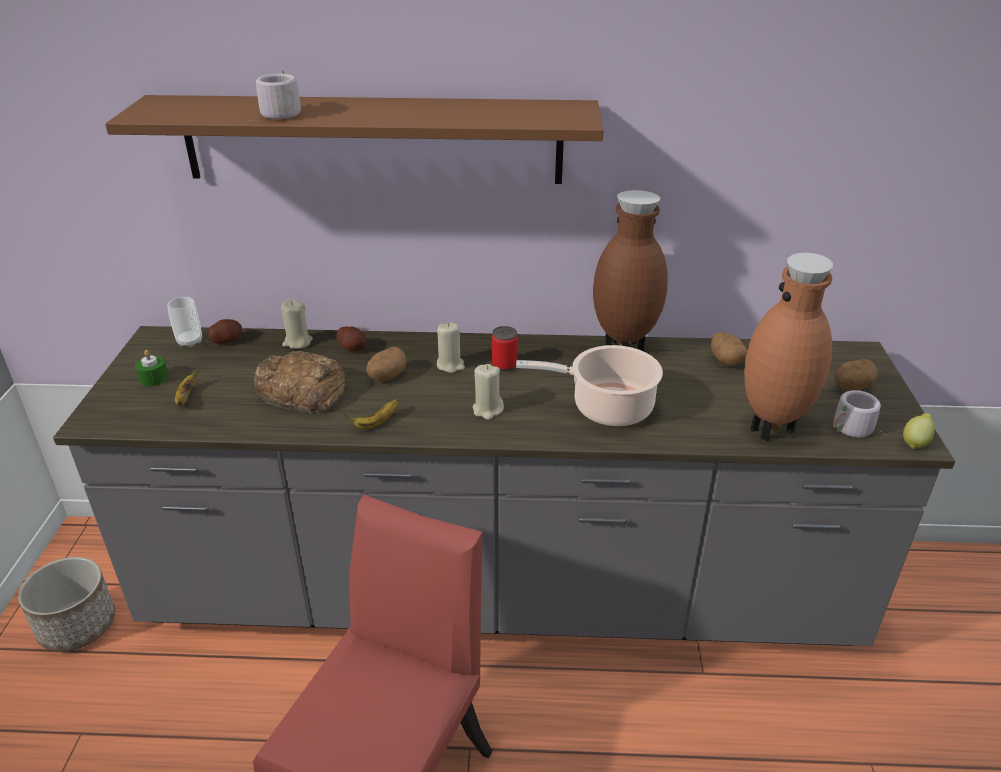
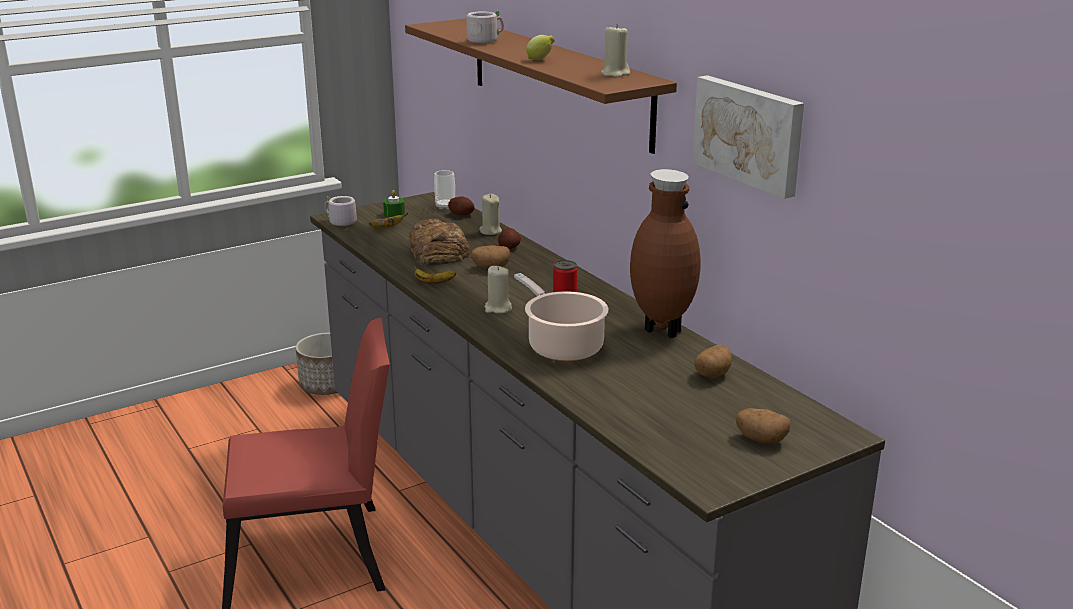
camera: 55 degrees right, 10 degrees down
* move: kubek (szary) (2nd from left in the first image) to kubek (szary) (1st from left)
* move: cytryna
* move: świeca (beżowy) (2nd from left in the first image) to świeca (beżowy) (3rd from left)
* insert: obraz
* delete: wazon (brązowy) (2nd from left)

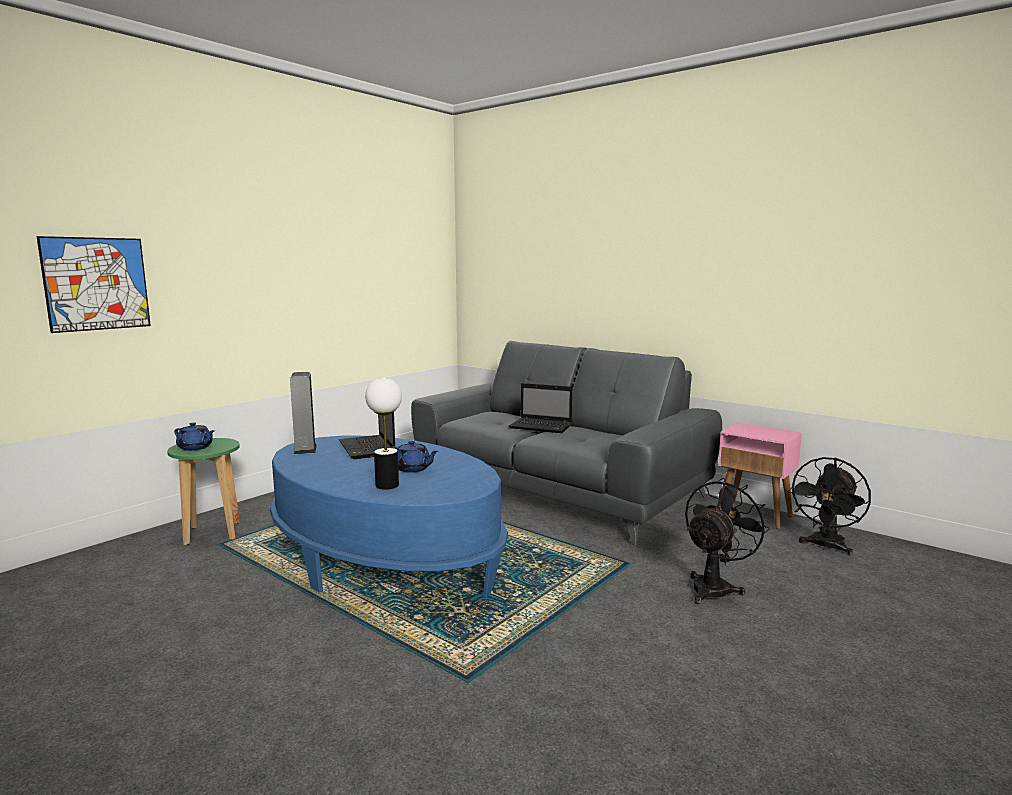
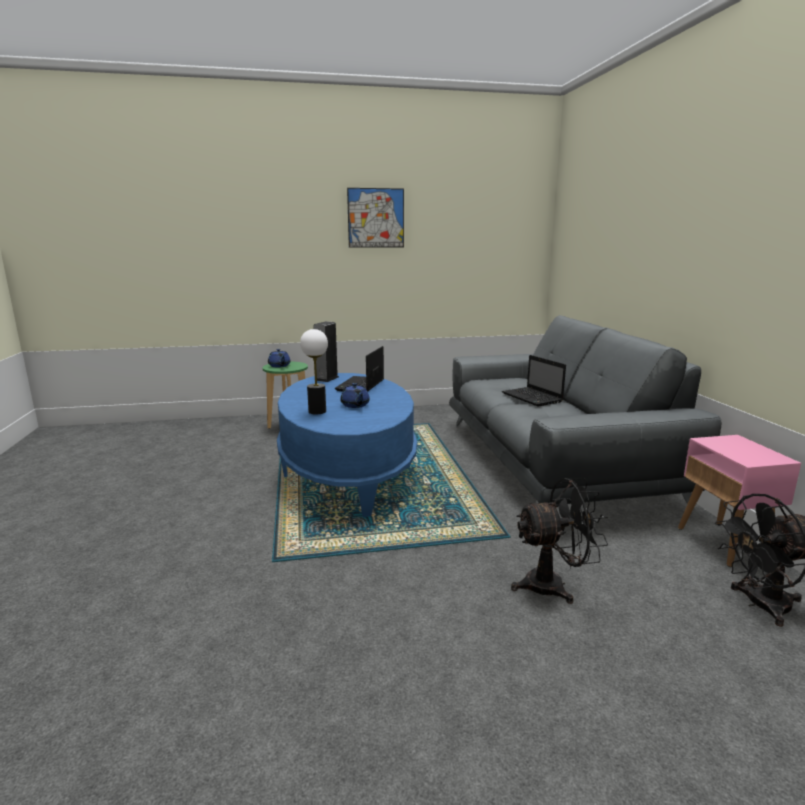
camera: 40 degrees right, 5 degrees up
* move: obraz

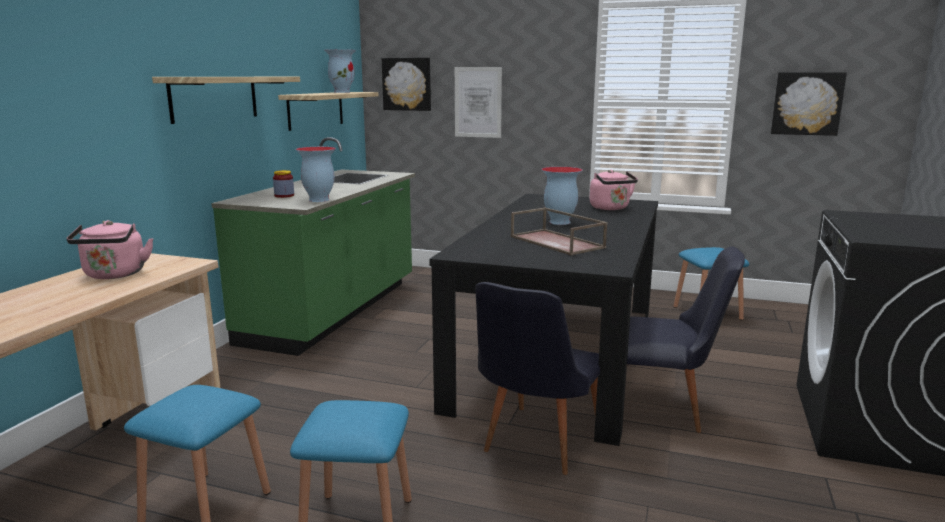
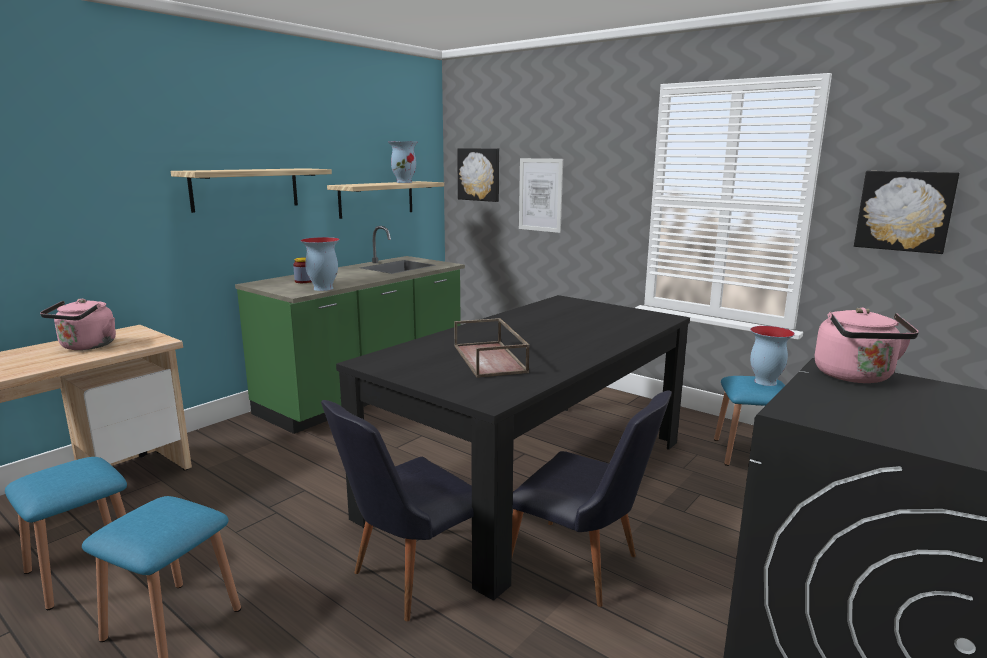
camera: 20 degrees right, 0 degrees up
* move: wazon (3rd from left)
* move: czajnik (różowy) (2nd from left)

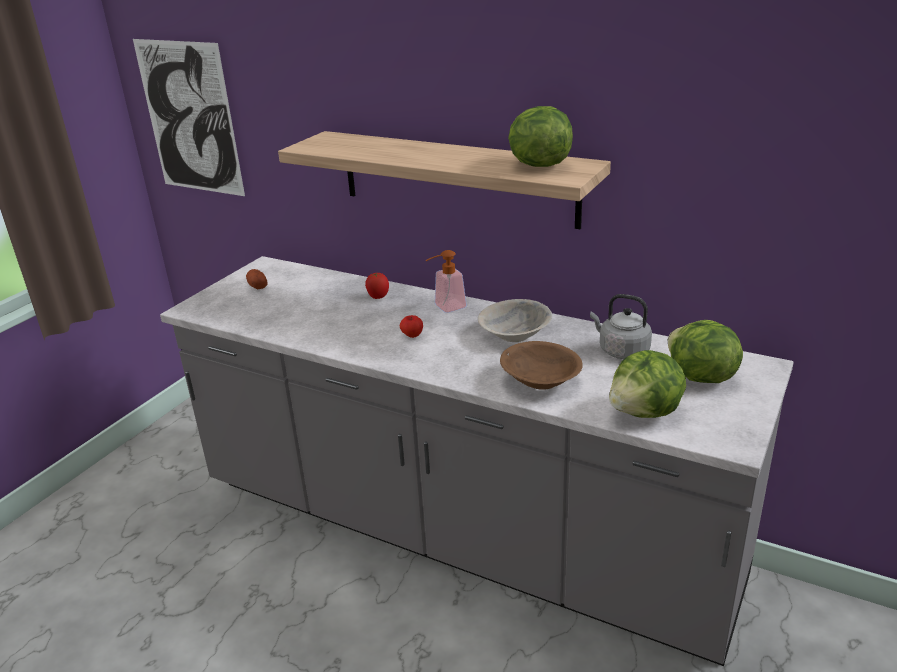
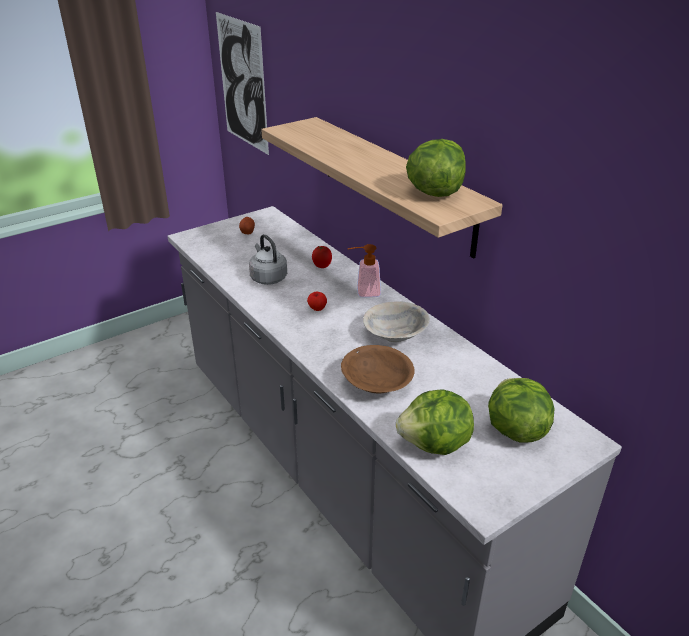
camera: 25 degrees right, 5 degrees up
* move: czajnik (szary)

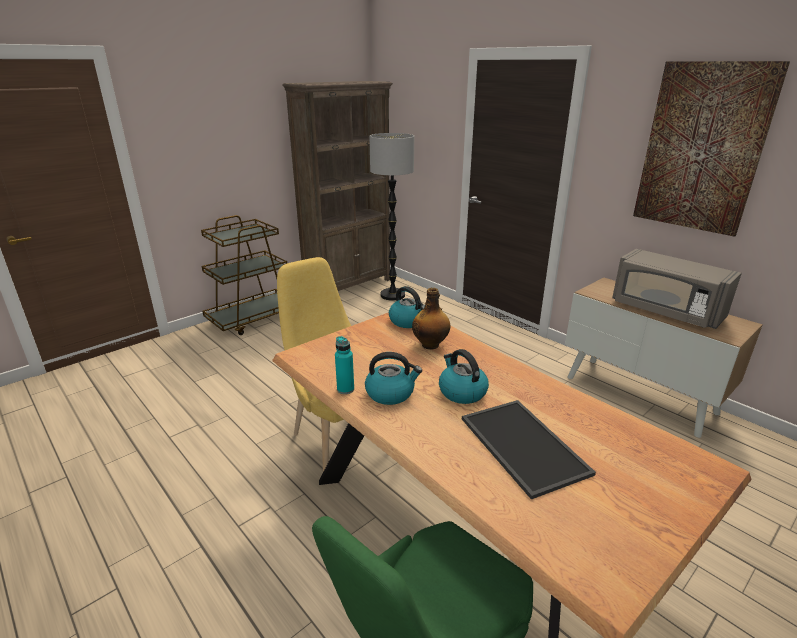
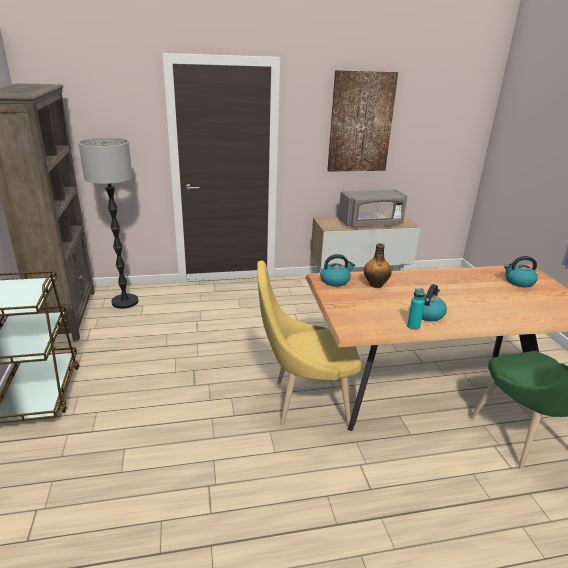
camera: 60 degrees left, 0 degrees up
* move: czajnik (3rd from left)
* delete: taca

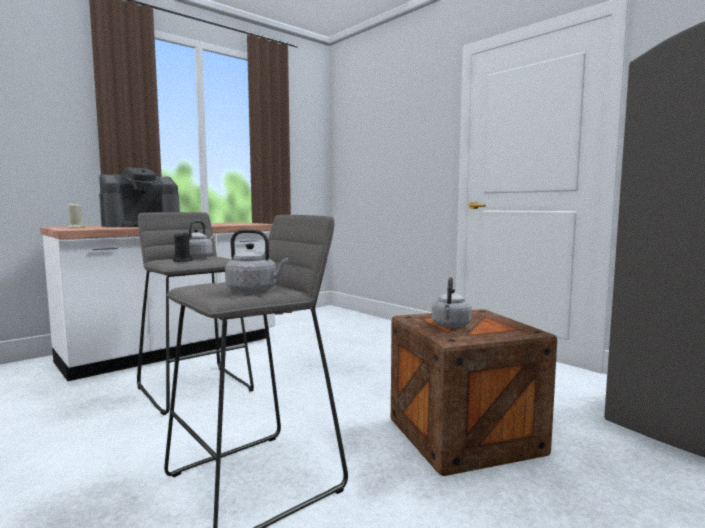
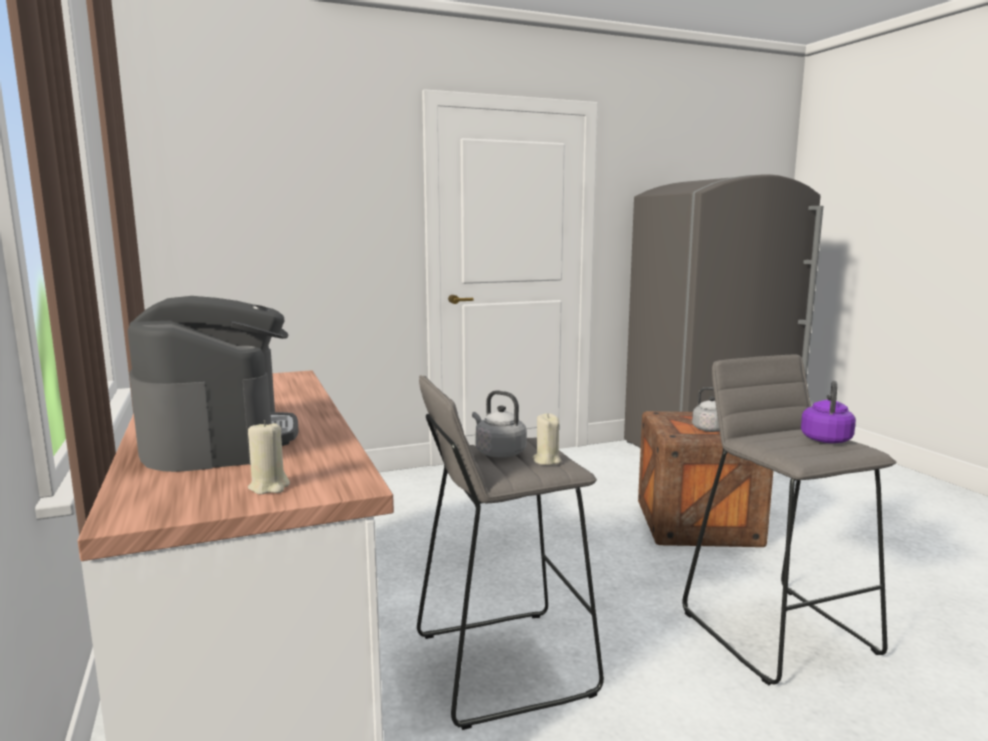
camera: 70 degrees left, 5 degrees up
* recolor: świeca (czarny) to świeca (beżowy) (2nd from left)
* recolor: czajnik (szary) (2nd from left) to czajnik (fioletowy)

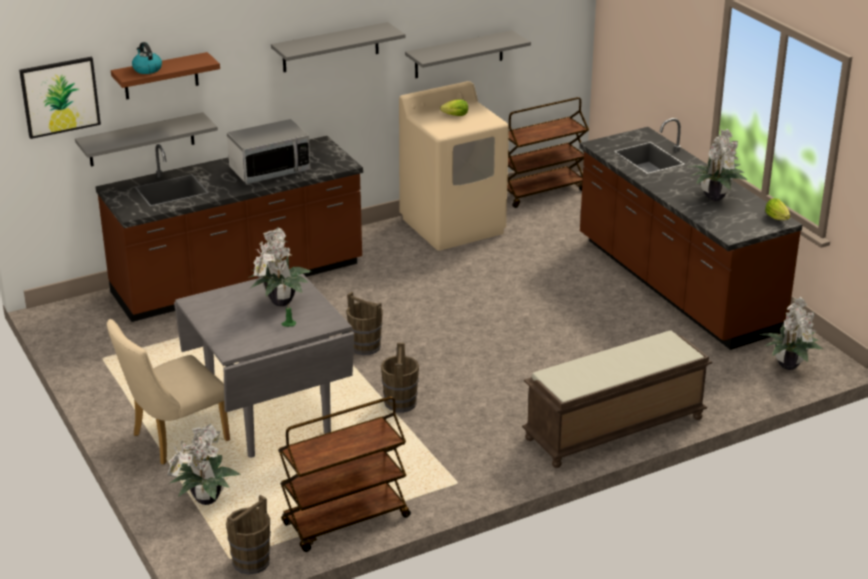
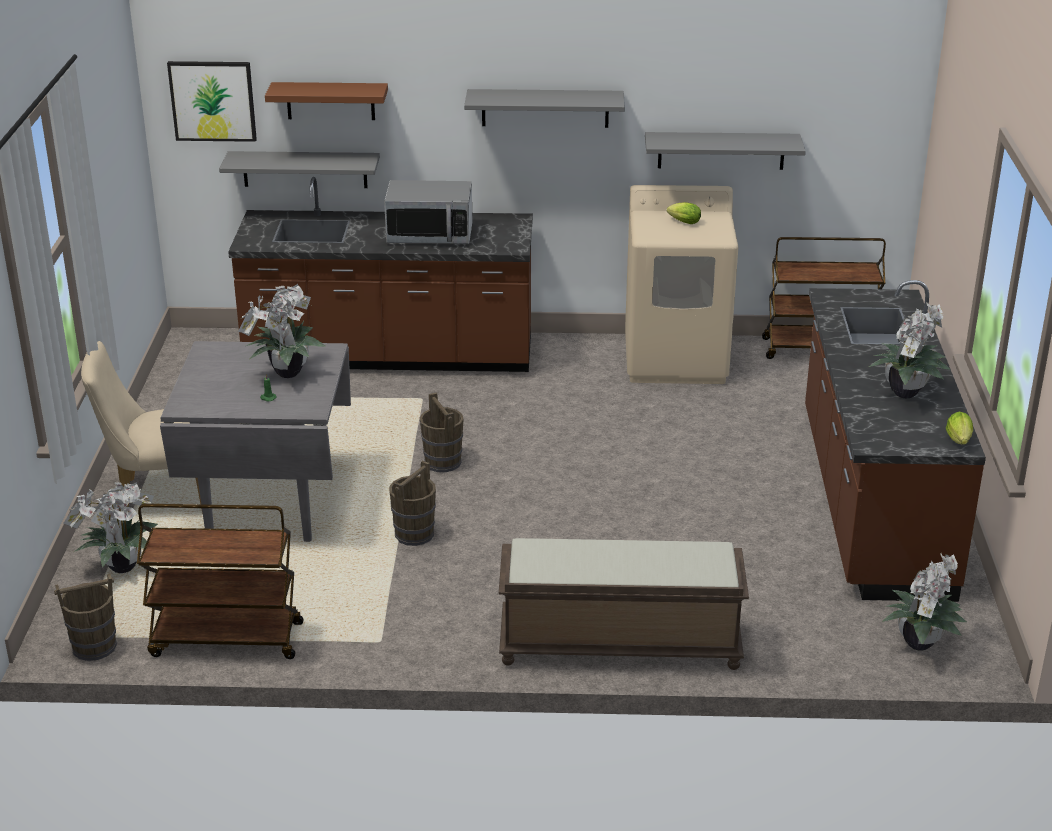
camera: 30 degrees right, 0 degrees up
* delete: czajnik

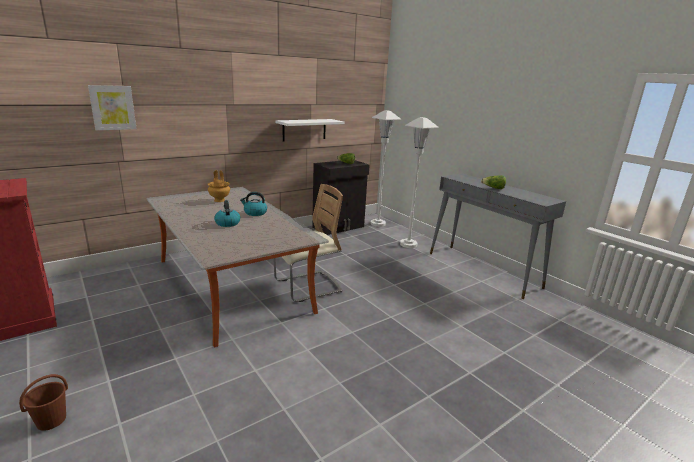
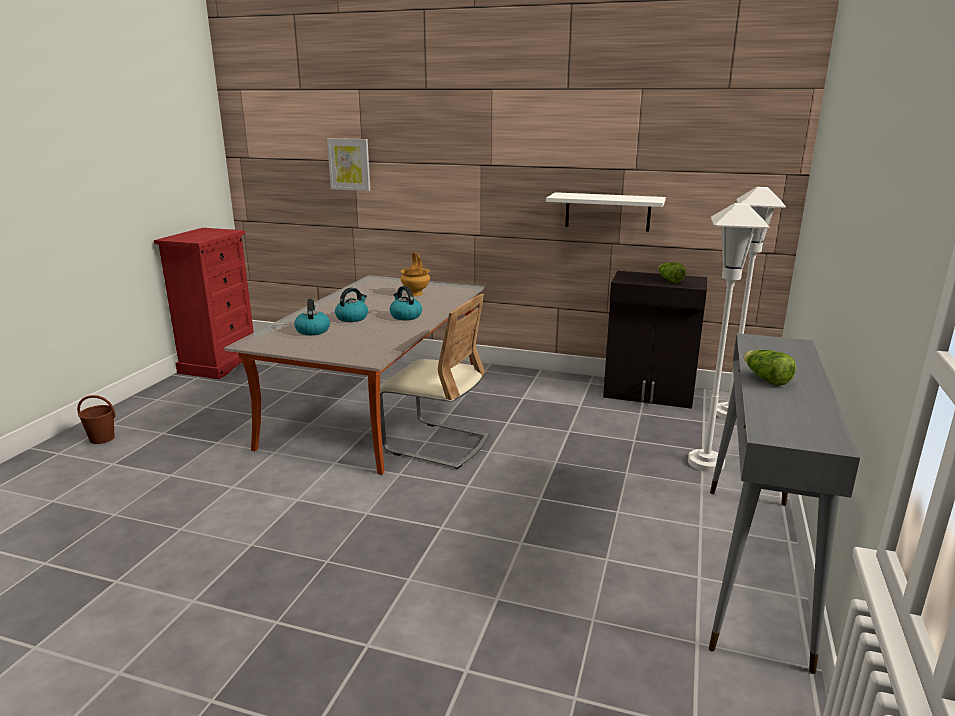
camera: 55 degrees right, 0 degrees up
* insert: czajnik (1st from left)

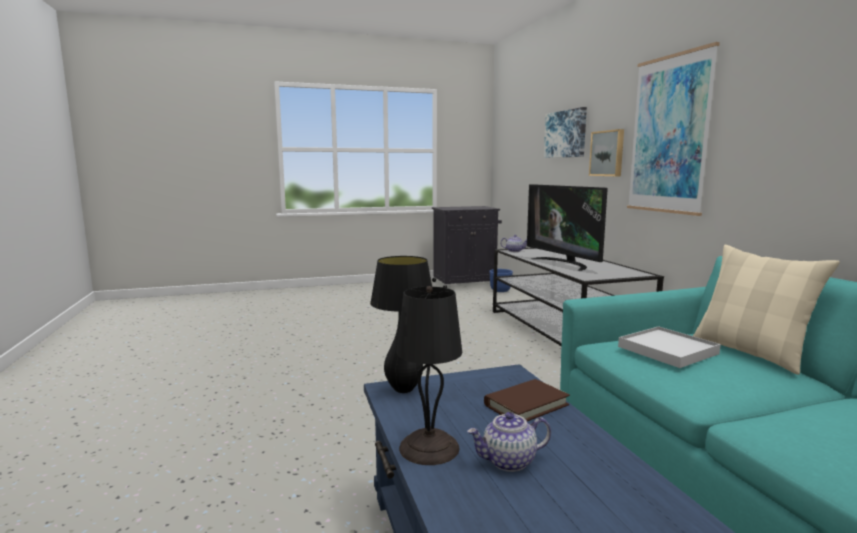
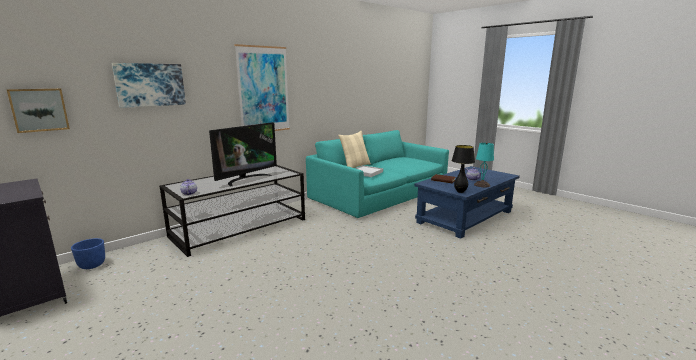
camera: 115 degrees left, 5 degrees up
* move: obraz (2nd from left in the first image) to obraz (1st from left)
* recolor: lampa stołowa (czarny) (2nd from left) to lampa stołowa (turkusowy)

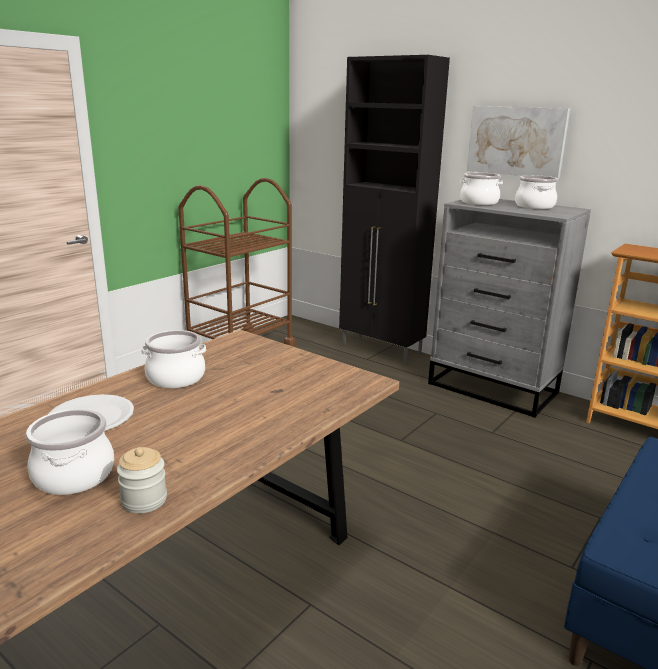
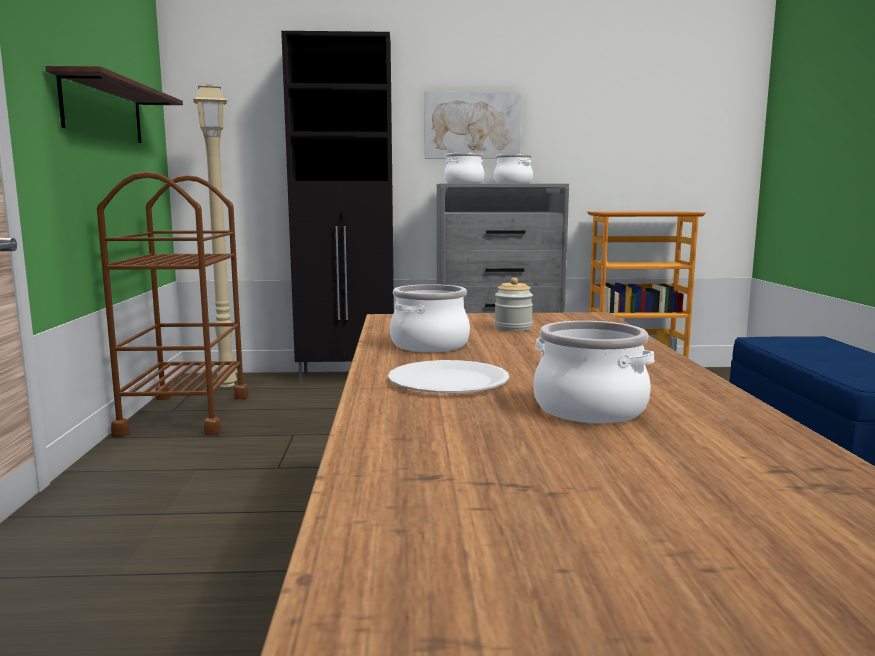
camera: 40 degrees left, 10 degrees down
* insert: półka
* insert: lampa stojąca (beżowy)
* move: słoik

